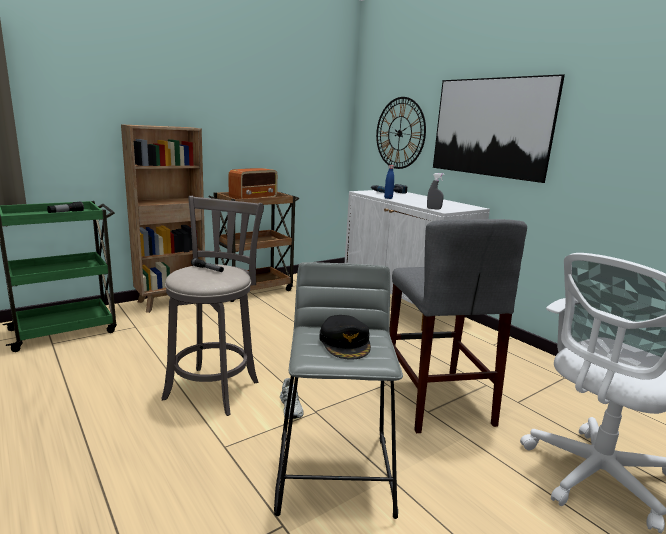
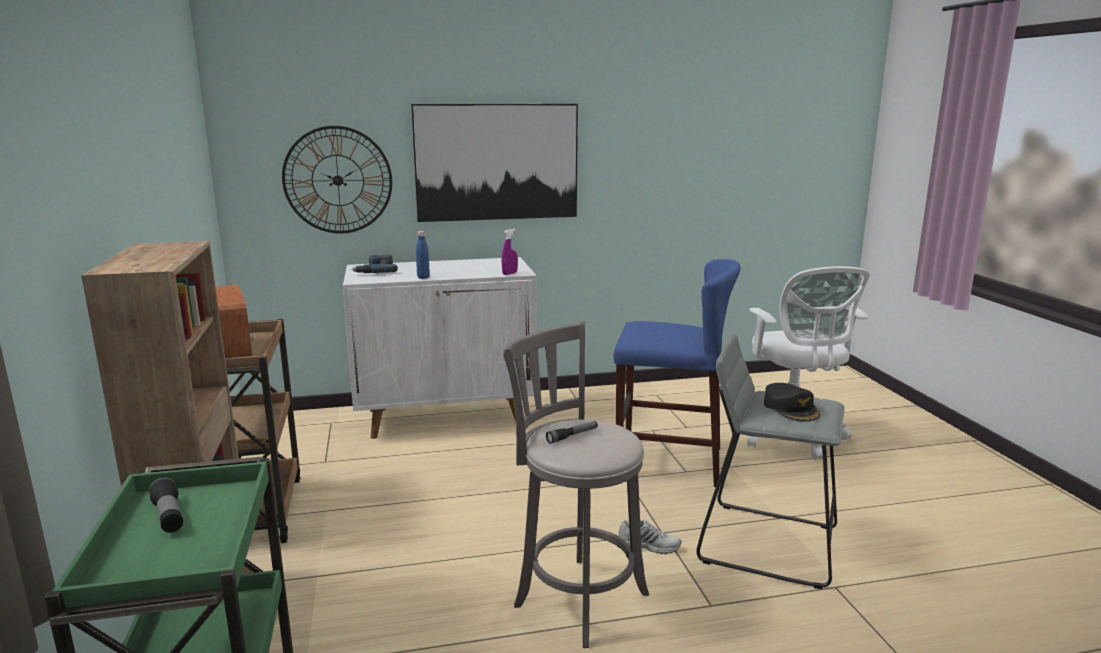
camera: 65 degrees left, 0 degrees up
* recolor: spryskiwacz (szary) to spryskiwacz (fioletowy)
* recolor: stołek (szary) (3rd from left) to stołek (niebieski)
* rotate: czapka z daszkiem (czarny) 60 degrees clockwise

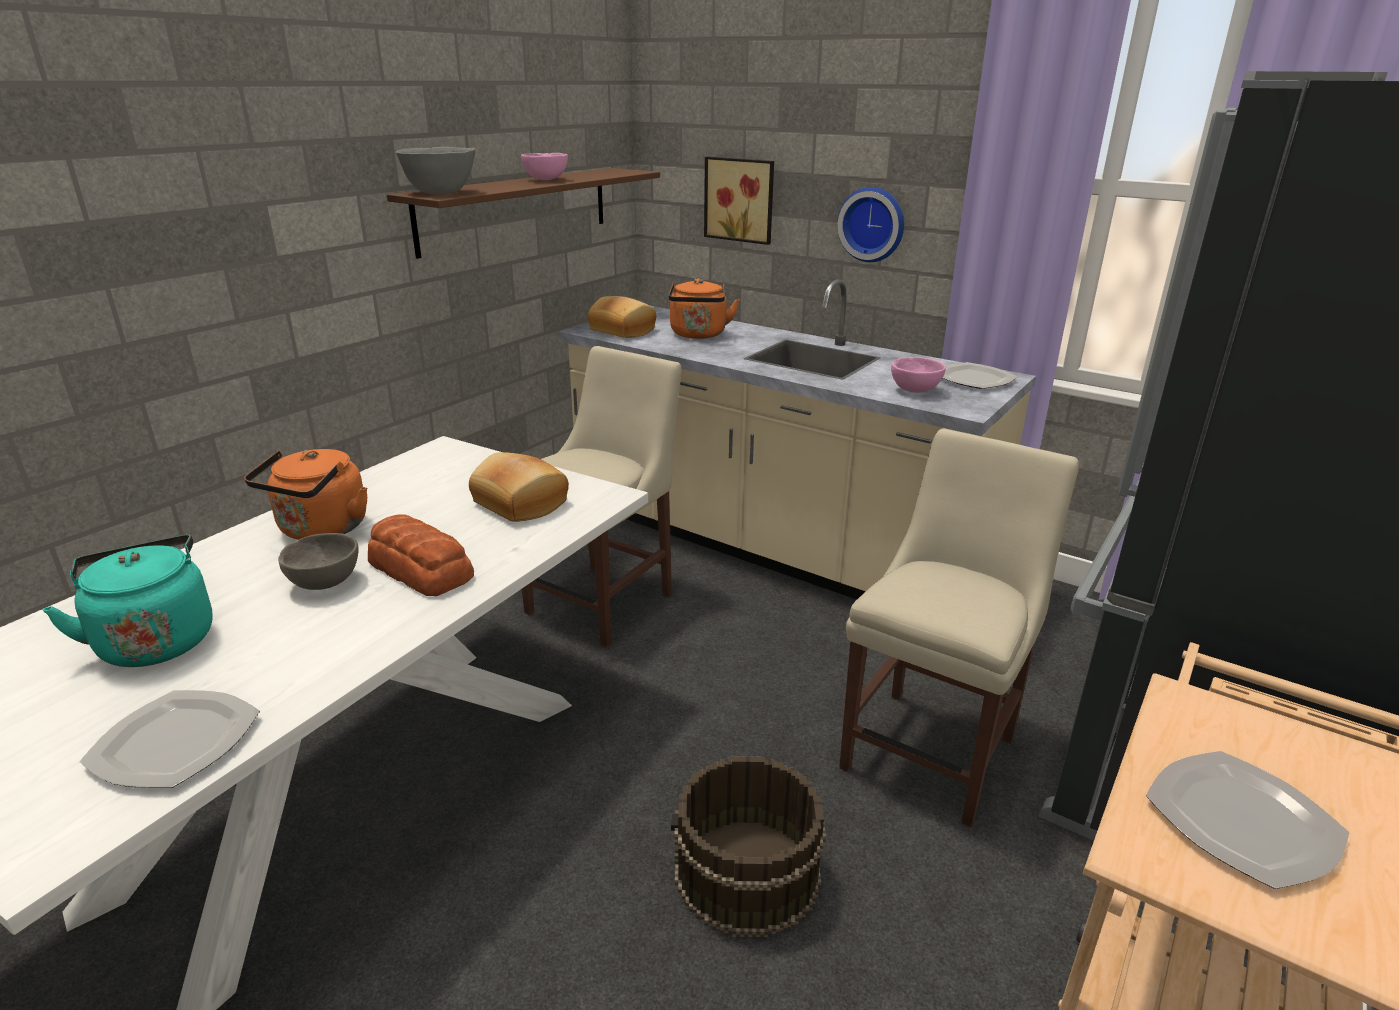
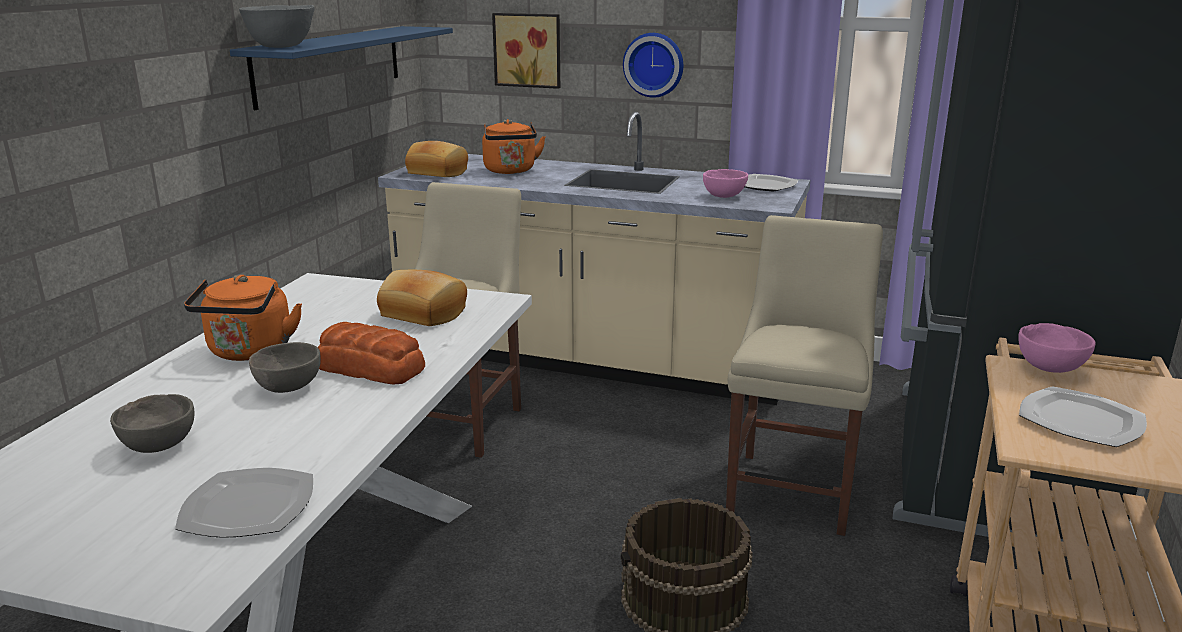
camera: 15 degrees left, 5 degrees down
* replace: czajnik (turkusowy) to miska (szary) (1st from left)
* recolor: półka (brązowy) to półka (niebieski)
* move: miska (różowy) (1st from left in the first image) to miska (różowy) (2nd from left)

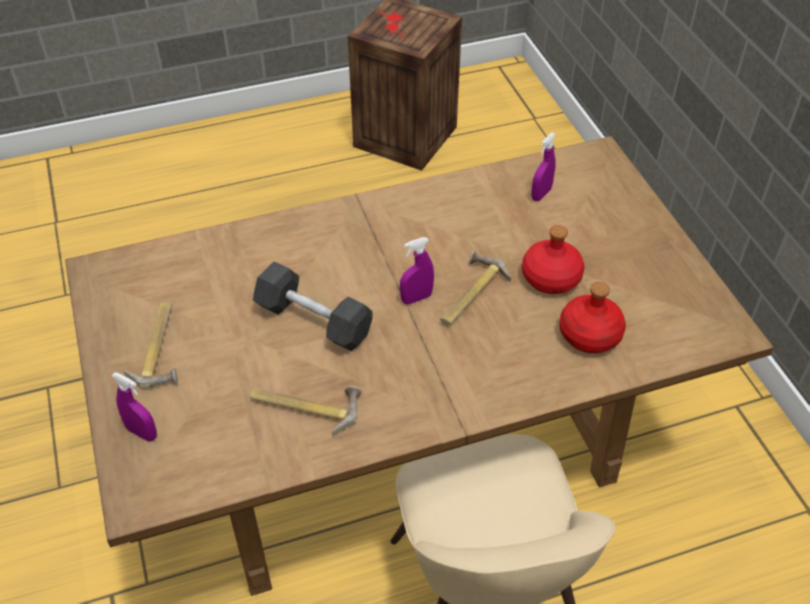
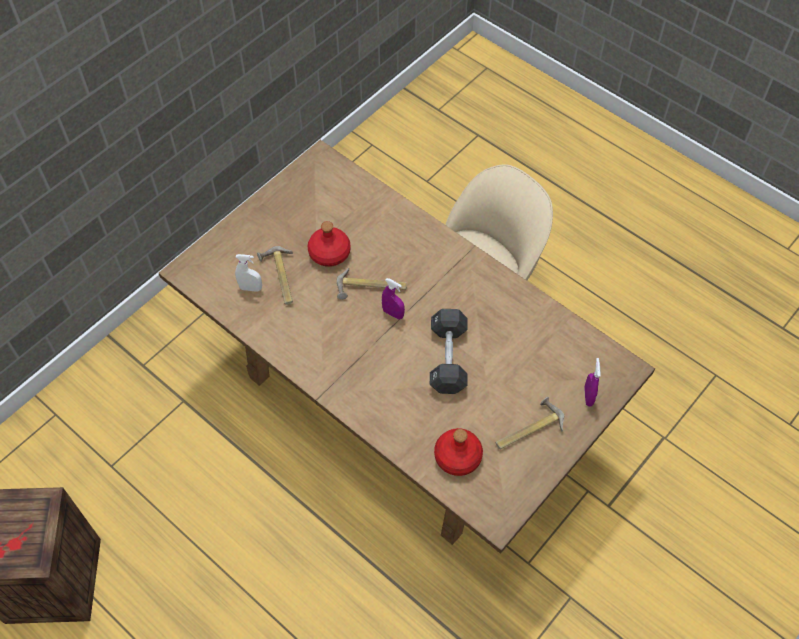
camera: 120 degrees left, 10 degrees up
* recolor: spryskiwacz (fioletowy) (3rd from left) to spryskiwacz (biały)
* move: młotek (2nd from left in the first image) to młotek (1st from left)
* move: butelka (czerwony) (2nd from left)

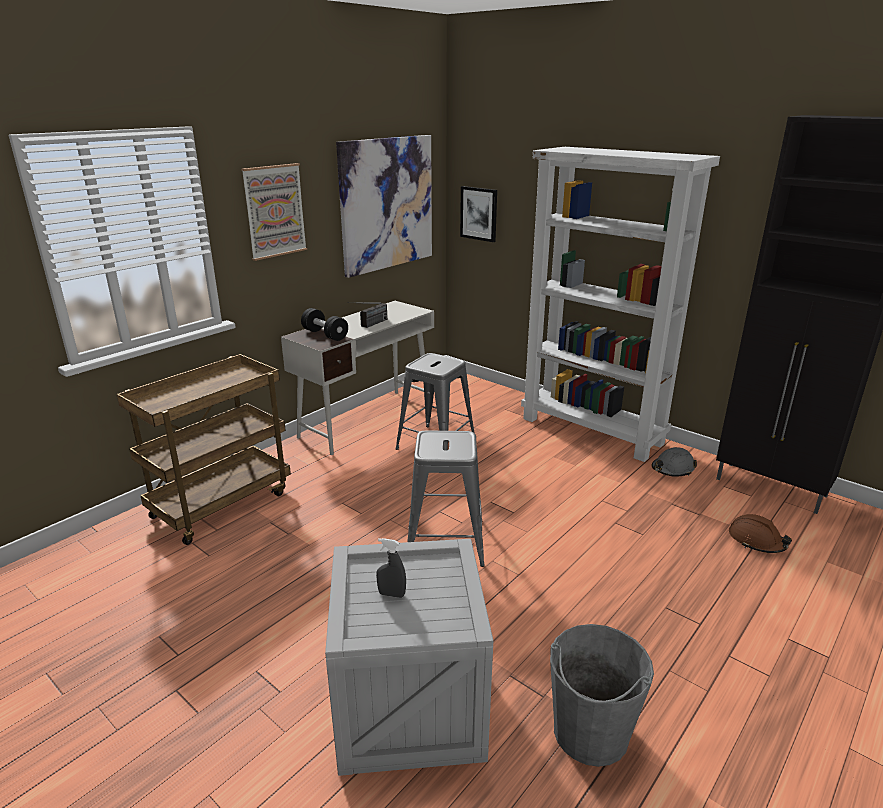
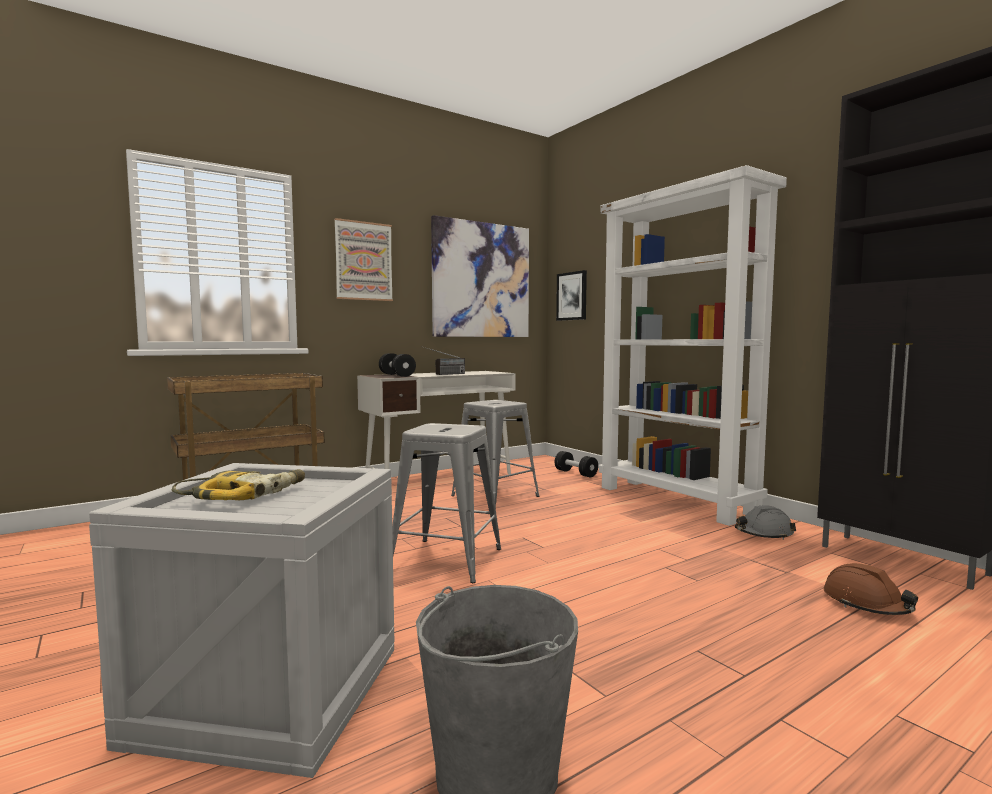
camera: 15 degrees right, 20 degrees down
* replace: spryskiwacz (szary) to wiertarka
* insert: hantel (czarny) (2nd from left)

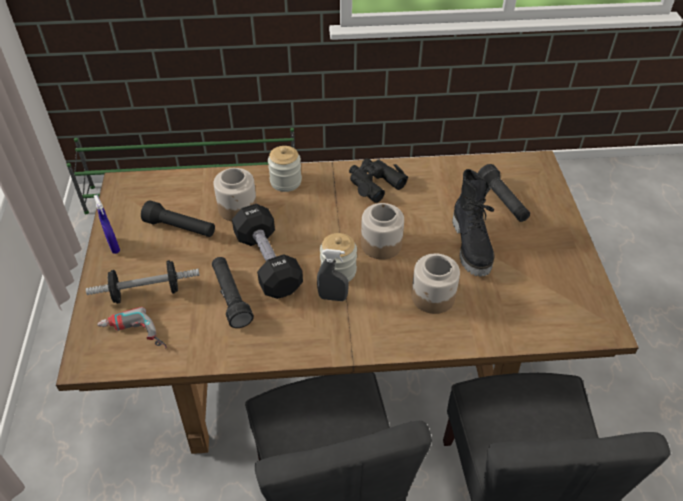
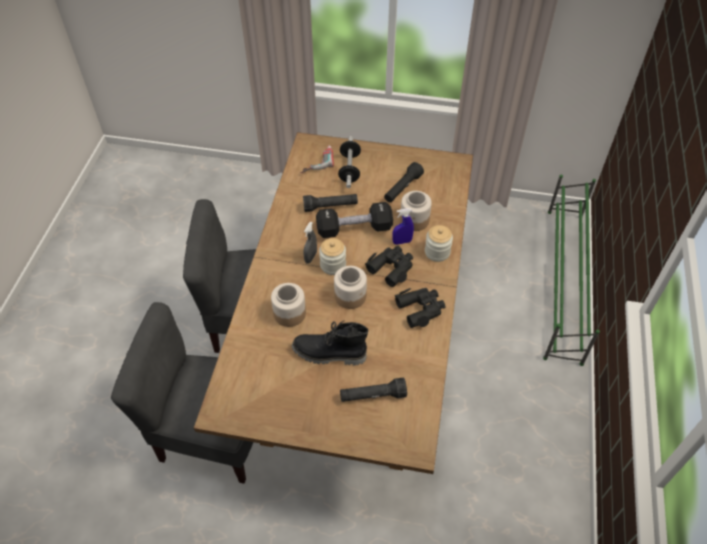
camera: 105 degrees right, 5 degrees up
* insert: lornetka (czarny) (1st from left)
* move: spryskiwacz (niebieski)

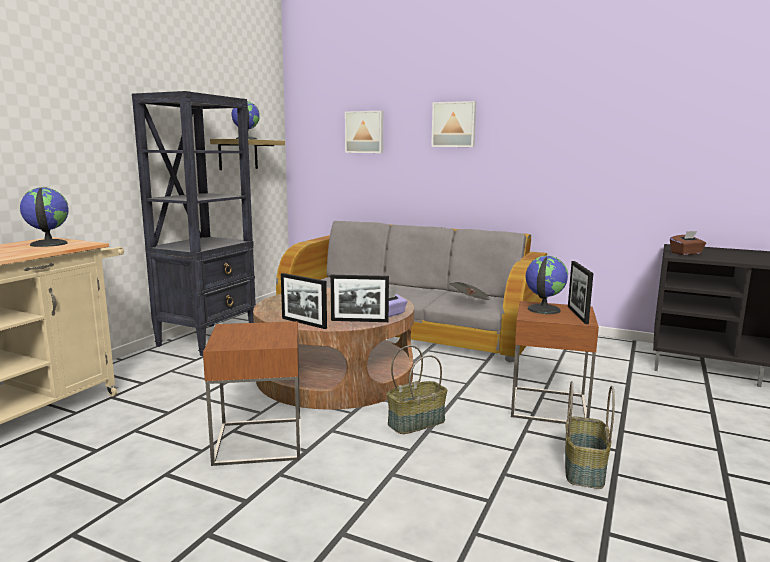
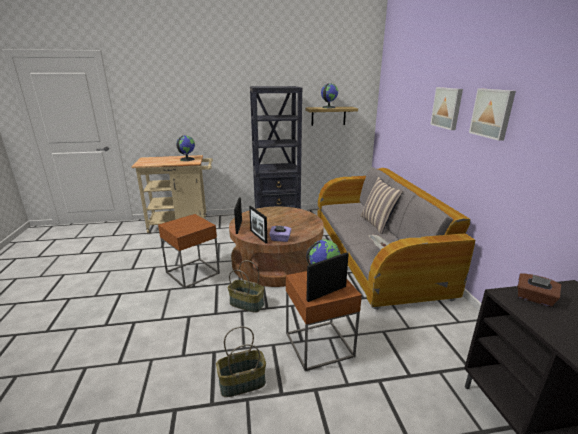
camera: 55 degrees right, 10 degrees up
* insert: poduszka
* move: obraz (1st from left in the first image) to obraz (2nd from left)

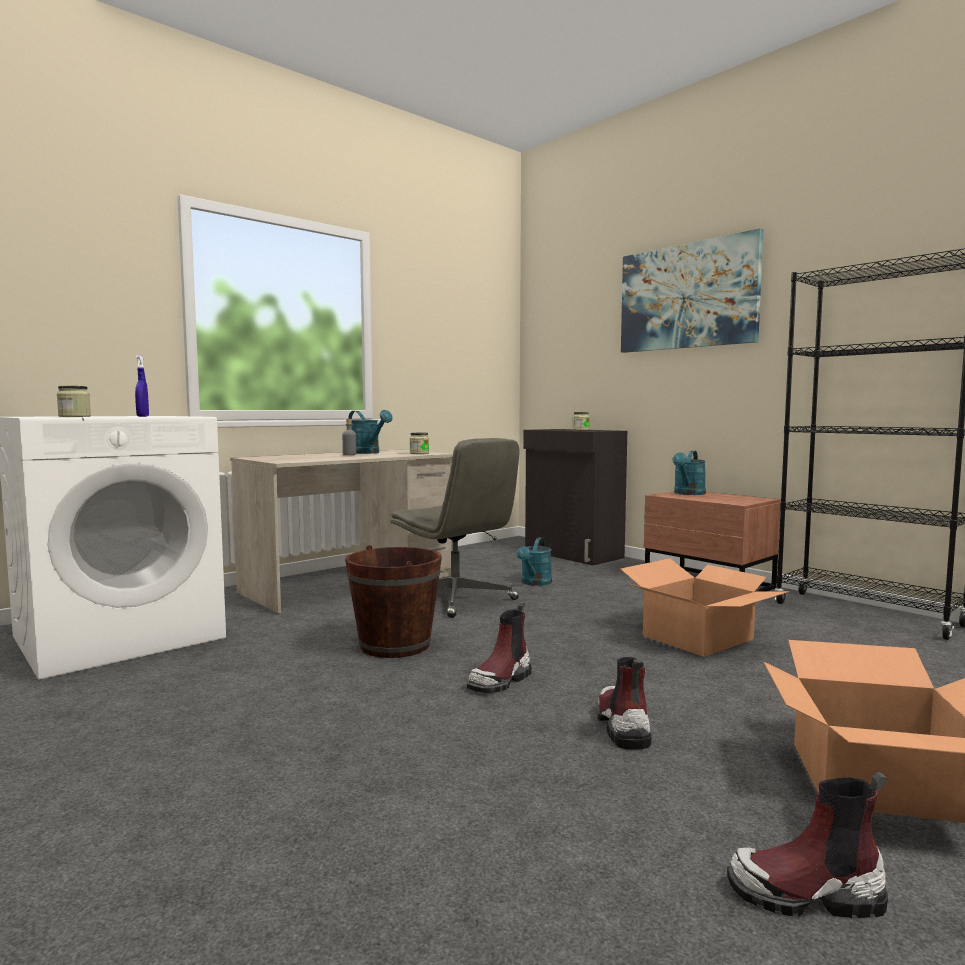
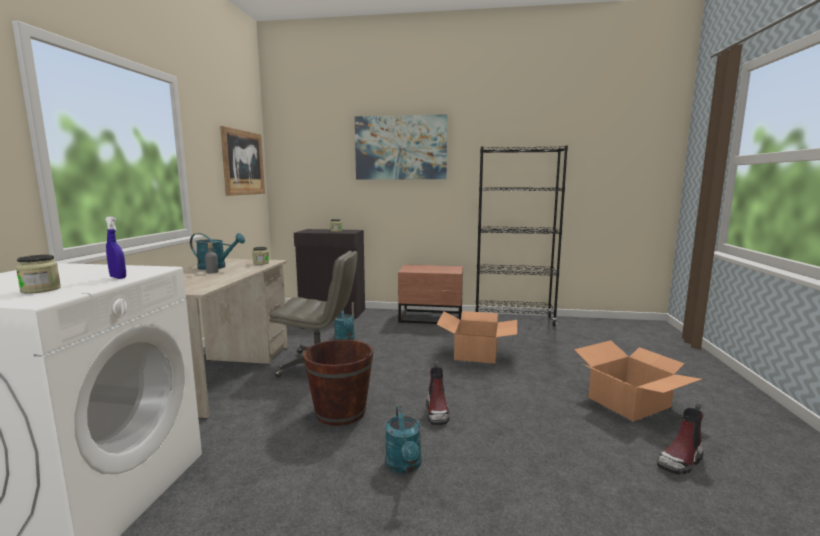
camera: 40 degrees left, 5 degrees up
* insert: obraz (1st from left)
* move: konewka (turkusowy) (3rd from left)
* delete: but z cholewką (2nd from left)

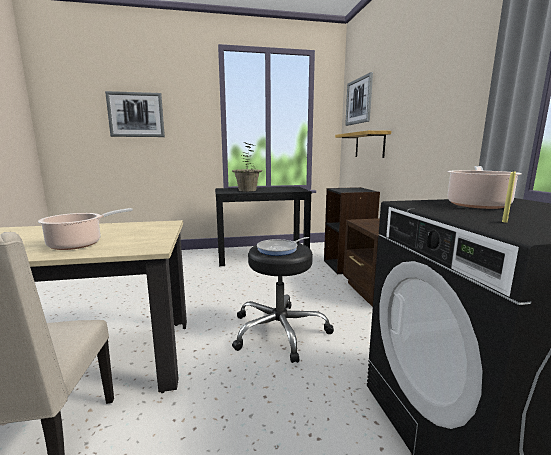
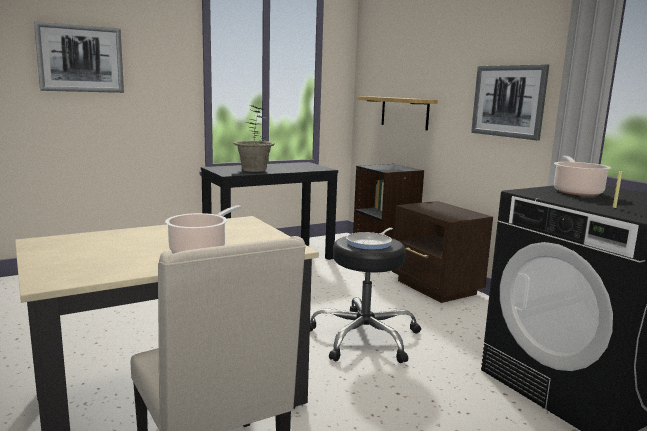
camera: 20 degrees left, 0 degrees up
* move: obraz (2nd from left)

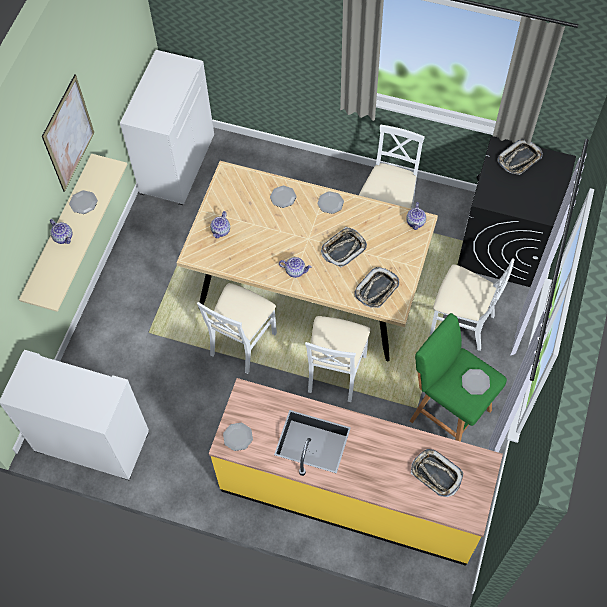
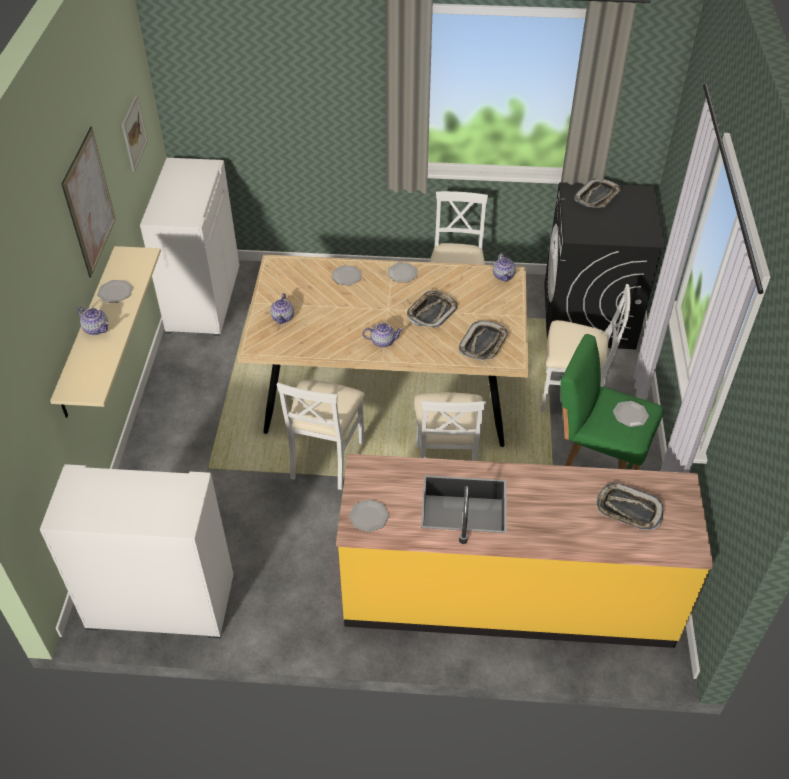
camera: 15 degrees left, 15 degrees down
* insert: obraz (2nd from left)

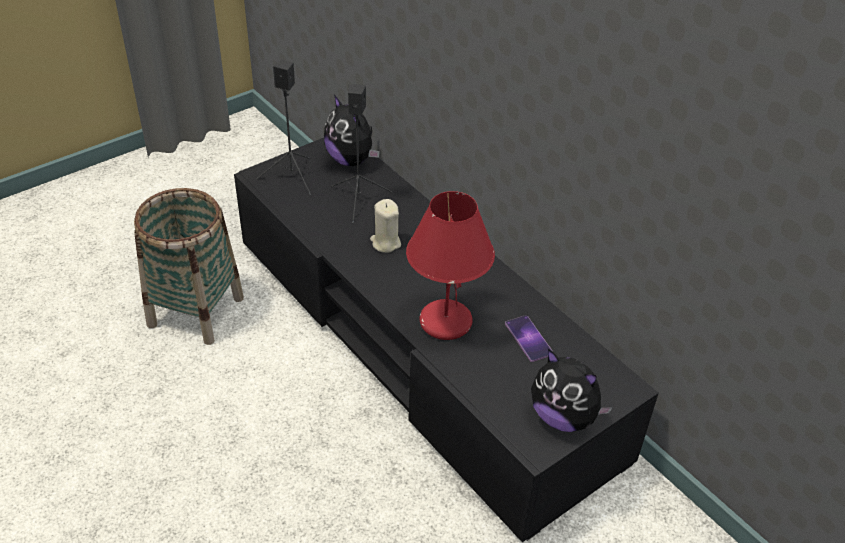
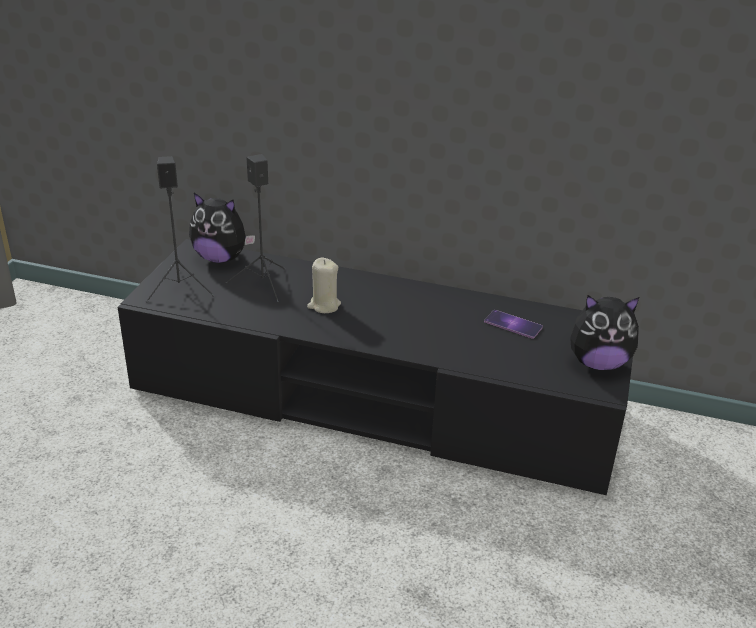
camera: 35 degrees left, 10 degrees down
* delete: koszyk
* delete: lampa stołowa (czerwony)

